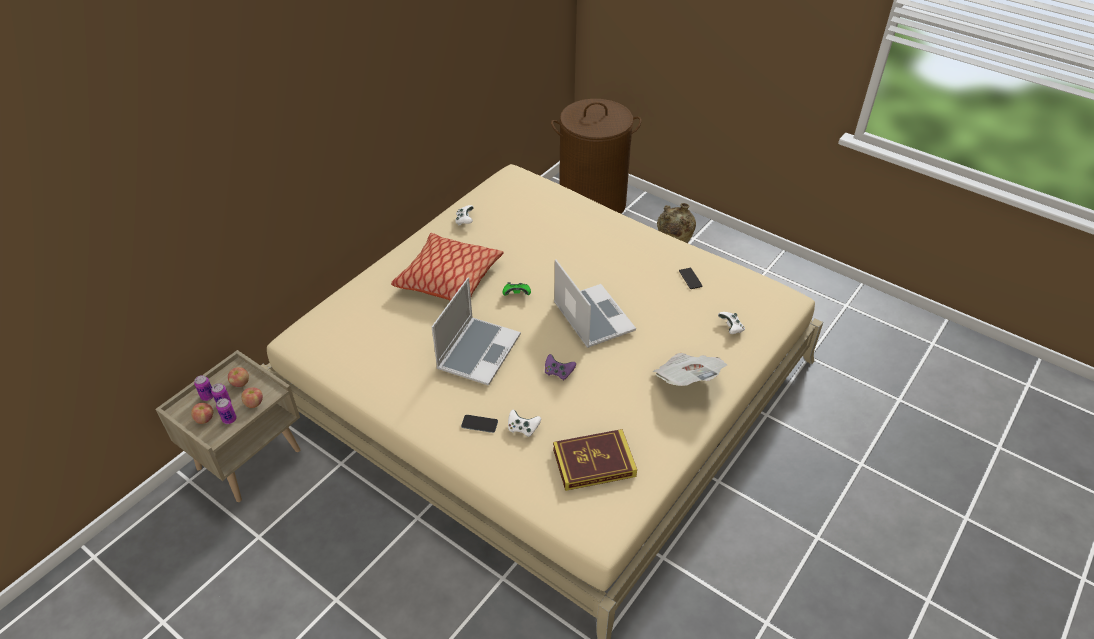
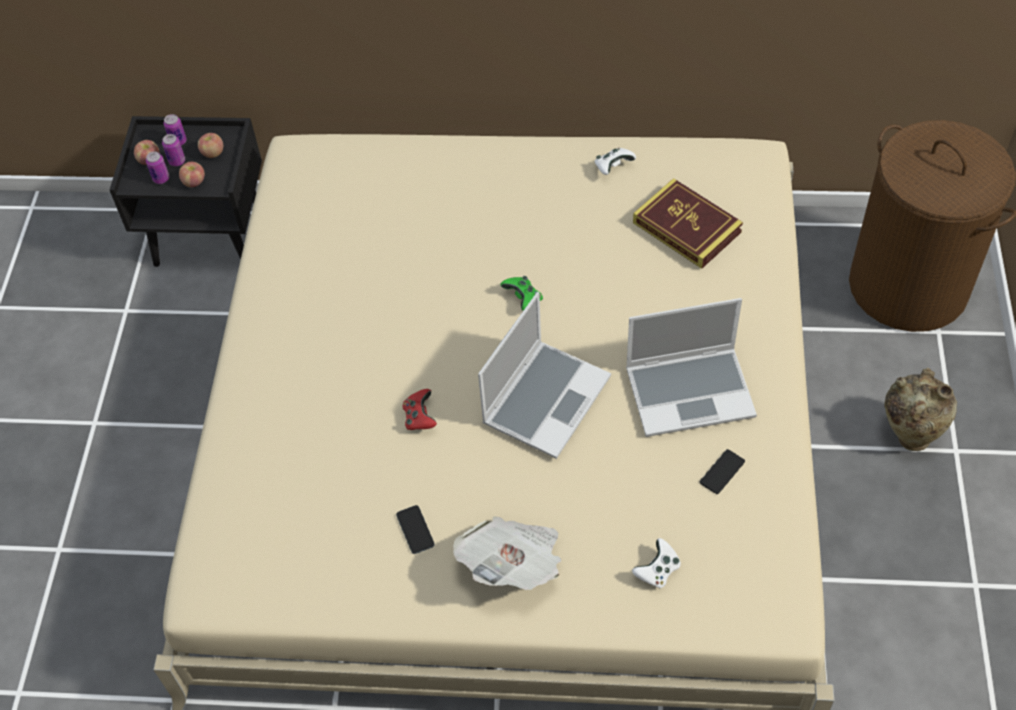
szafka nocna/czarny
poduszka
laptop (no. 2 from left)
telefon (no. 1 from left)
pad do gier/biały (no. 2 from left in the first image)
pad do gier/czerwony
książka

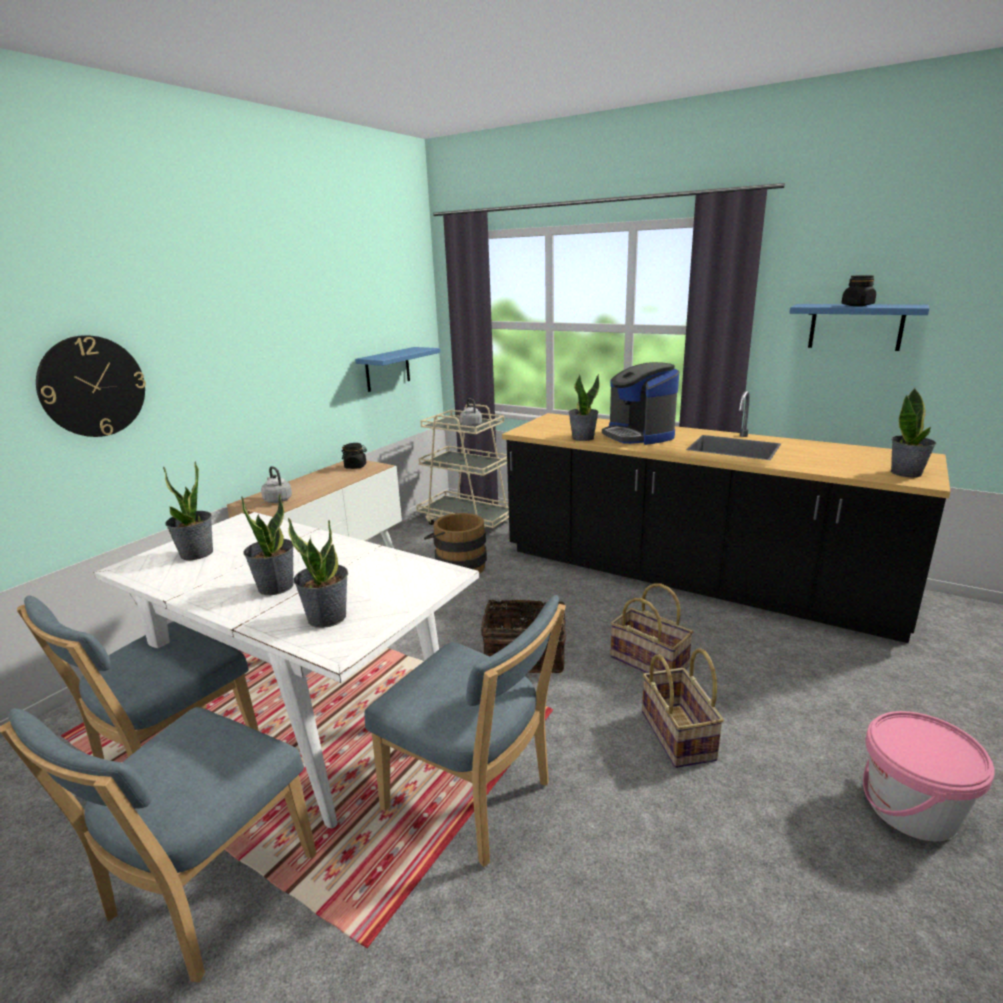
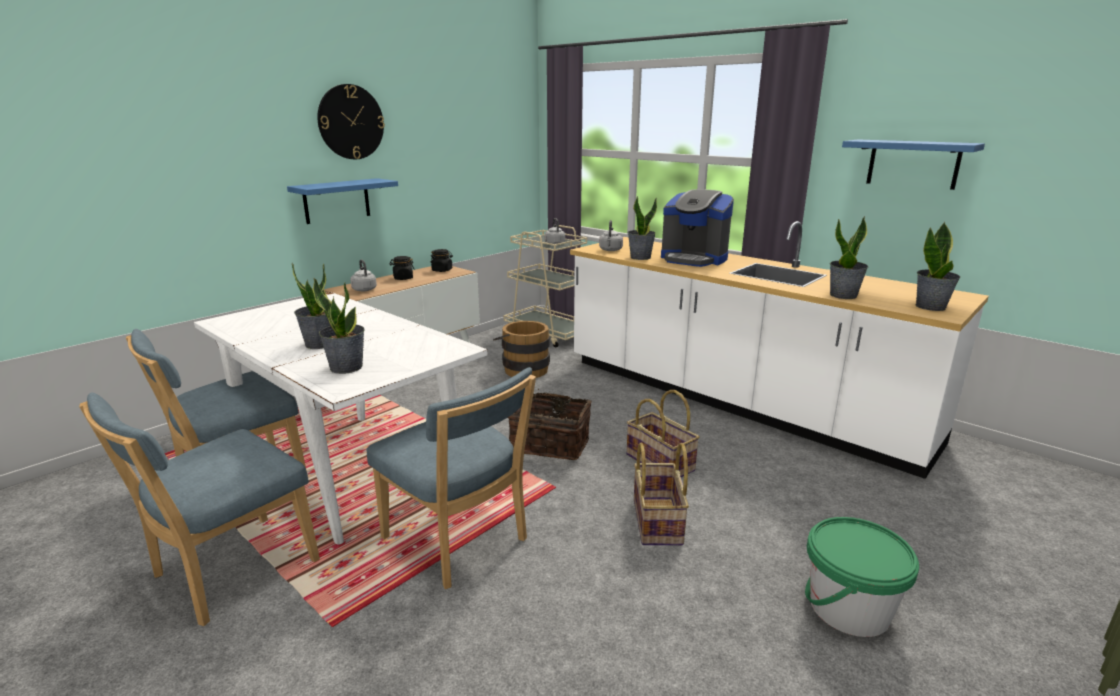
zegar ścienny
roślina doniczkowa (no. 4 from left)
półka/niebieski (no. 1 from left)
zabudowa kuchenna/biały
ekspres do kawy
słoik/czarny (no. 1 from left)
wiadro/zielony
czajnik/szary (no. 3 from left)

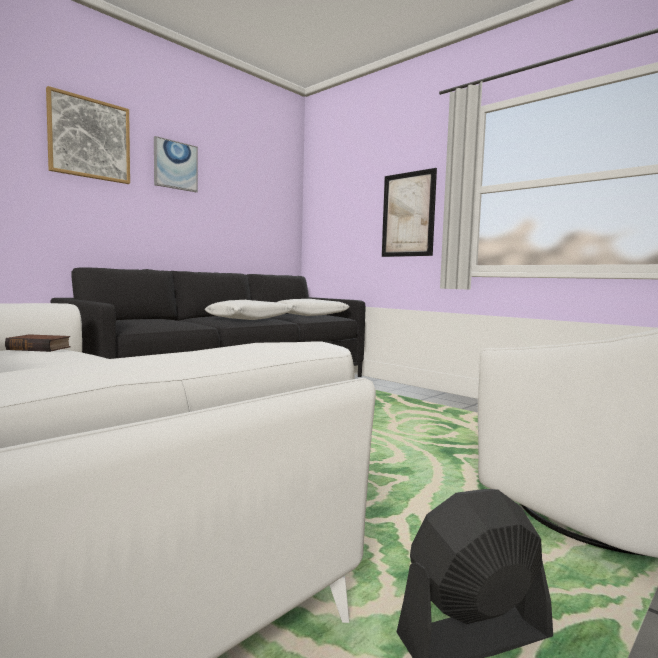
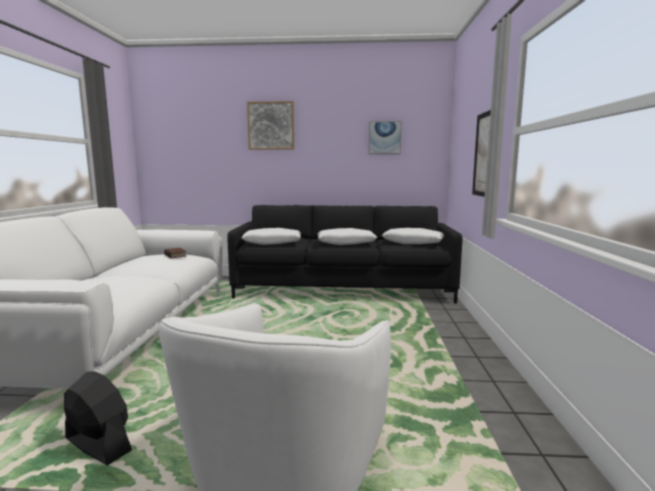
obraz (no. 2 from left)
poduszka/biały (no. 1 from left)

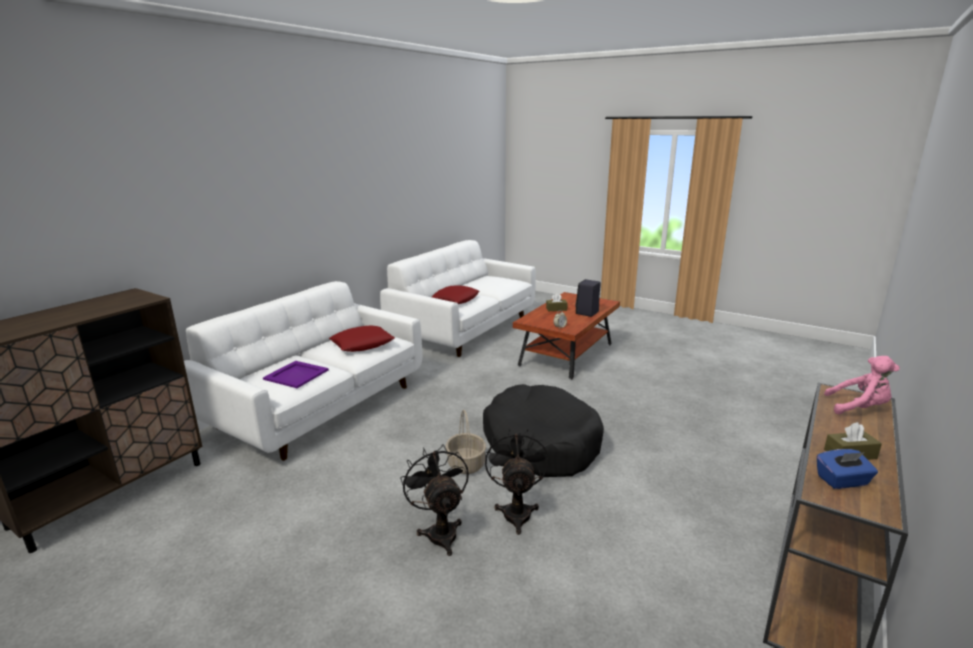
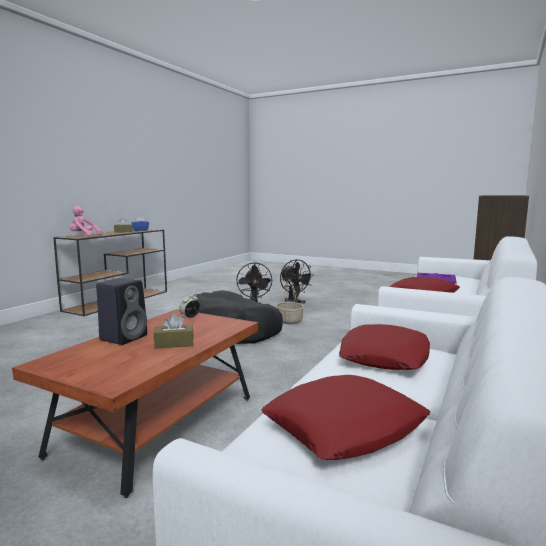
poduszka/czerwony (no. 1 from left)

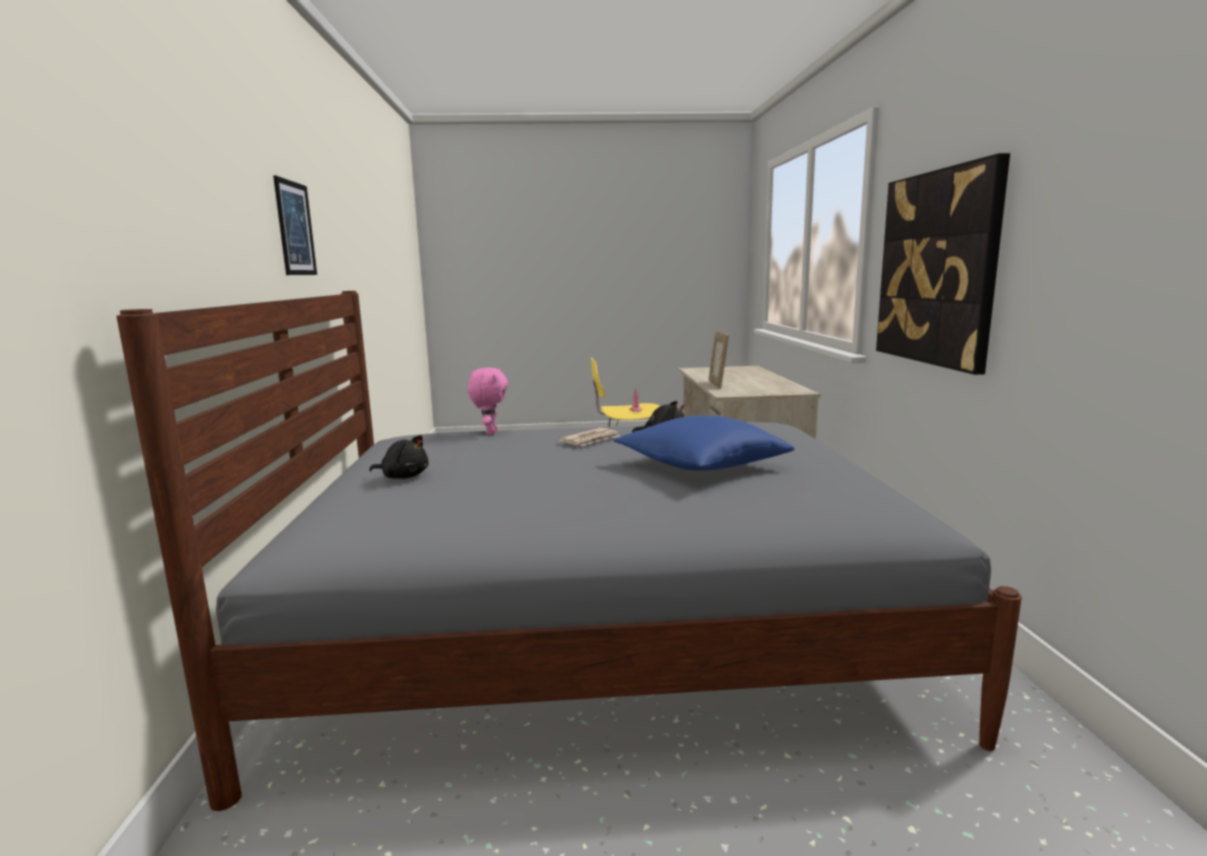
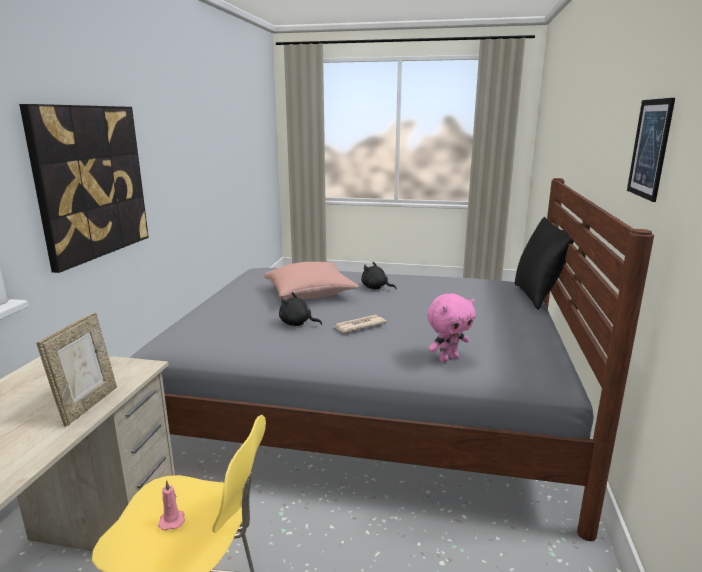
pluszak/czarny (no. 2 from left)
pluszak/różowy
poduszka/różowy
poduszka/czarny

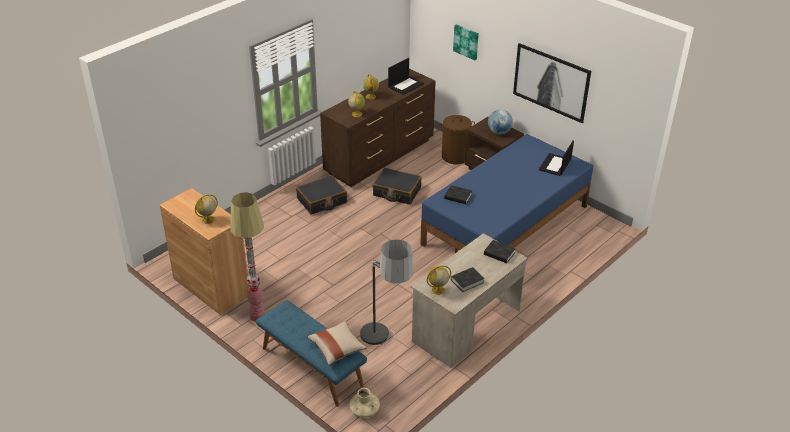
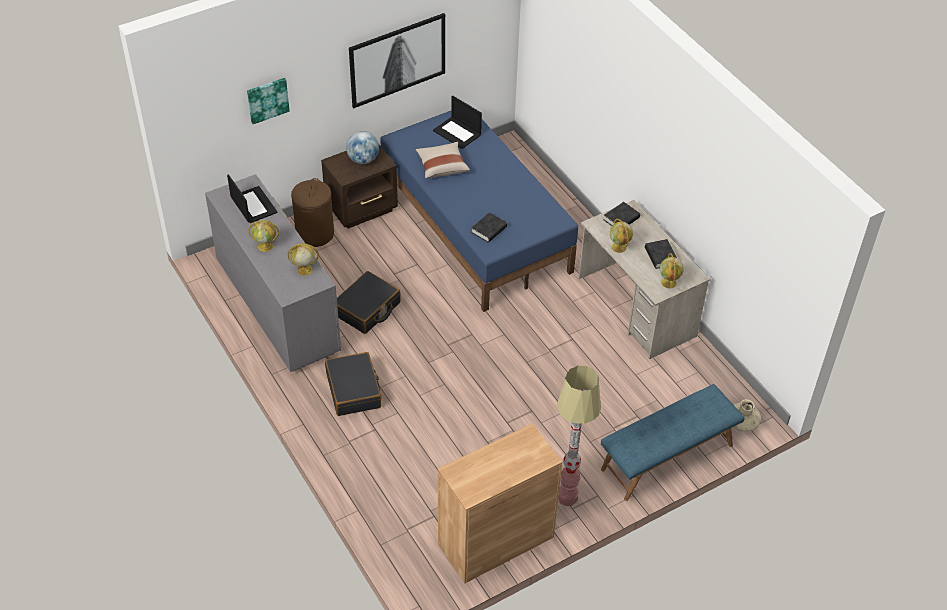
globus (no. 4 from left)
poduszka/beżowy
komoda/szary
lampa stojąca (no. 2 from left in the first image)

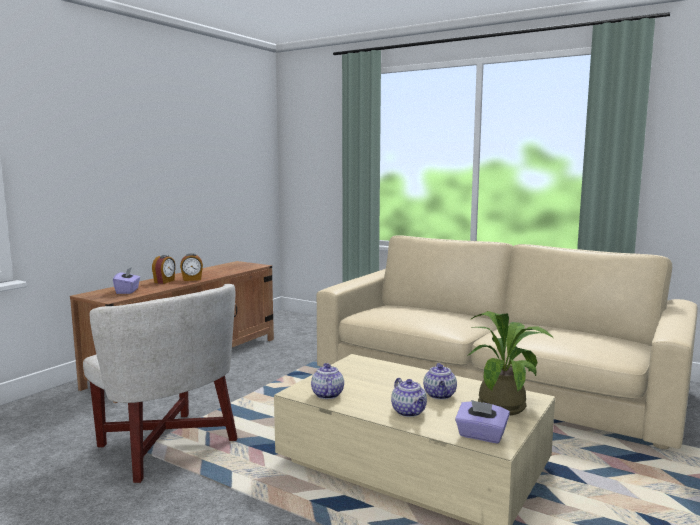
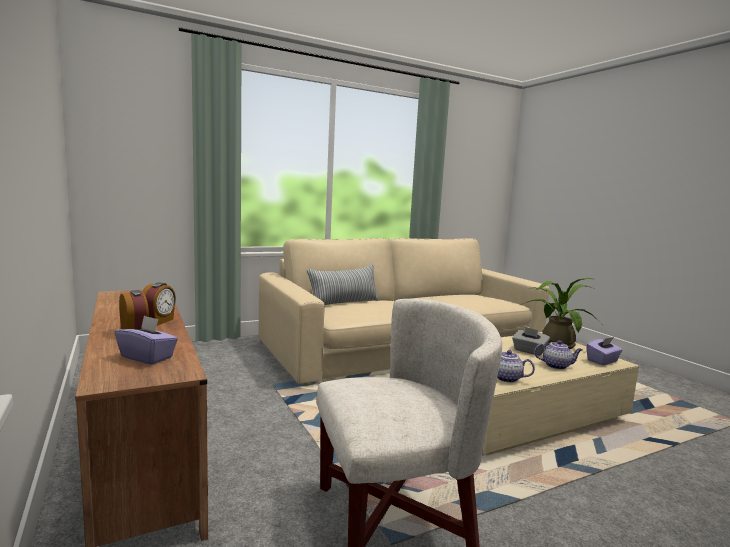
pudełko chusteczek/szary
poduszka

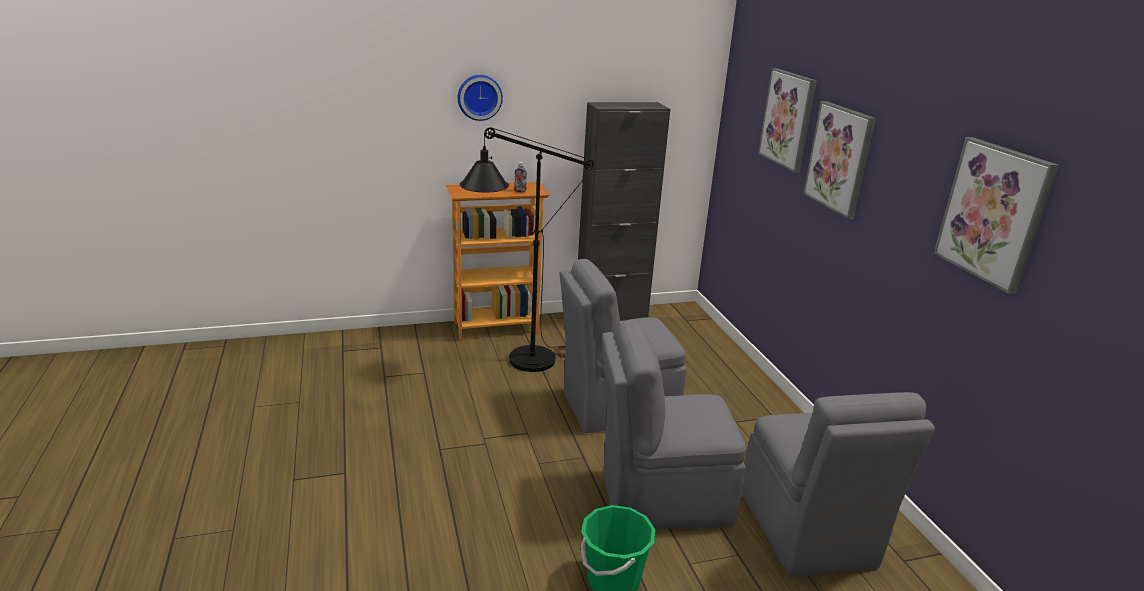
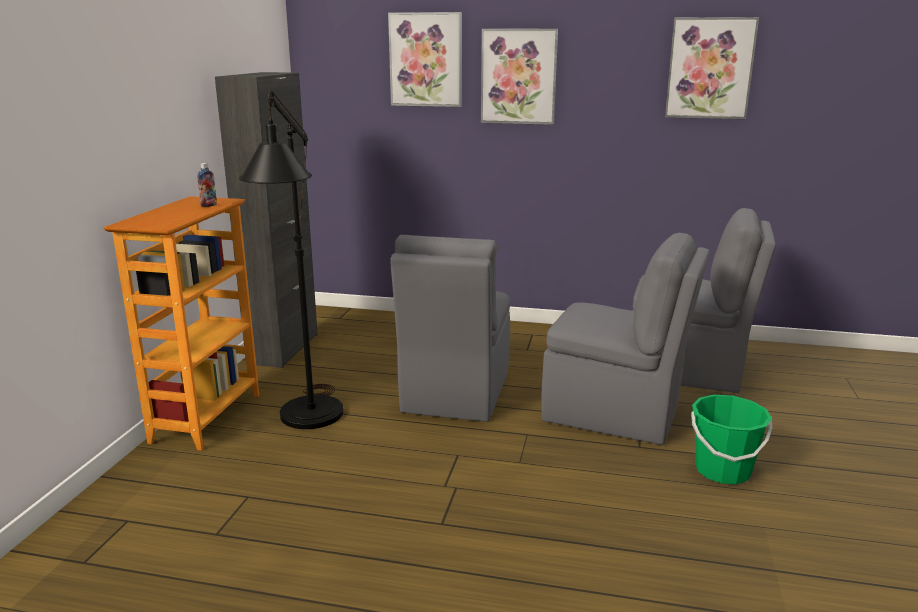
zegar ścienny
krzesło/szary (no. 2 from left)

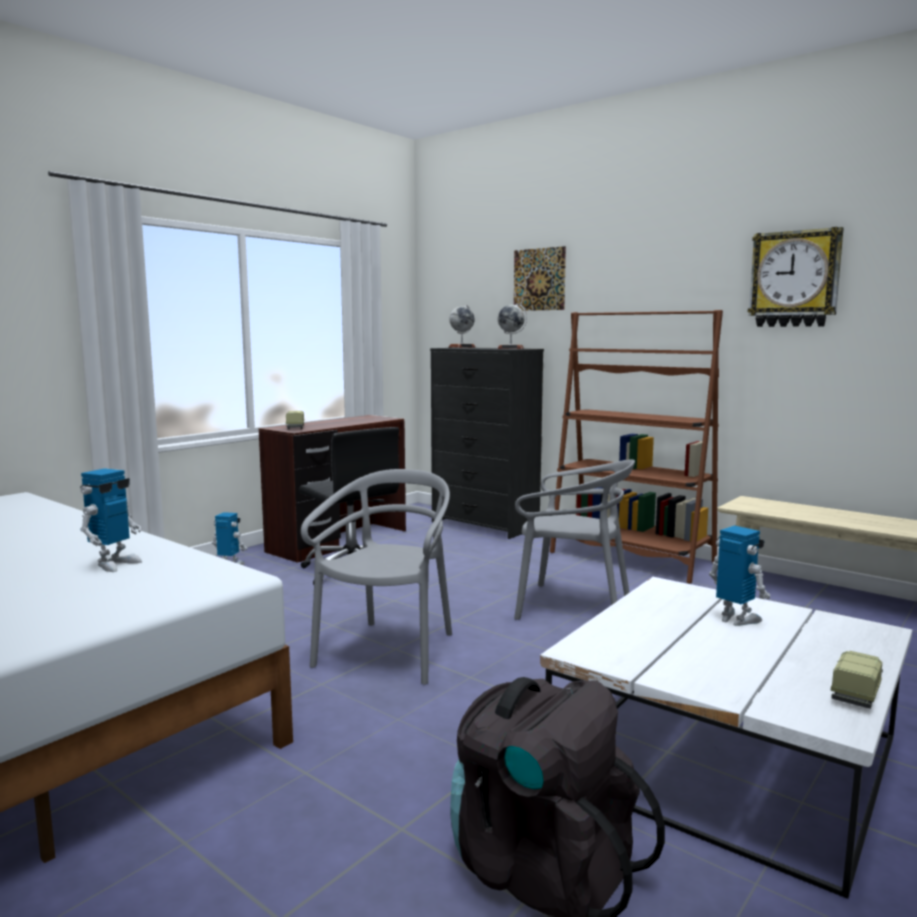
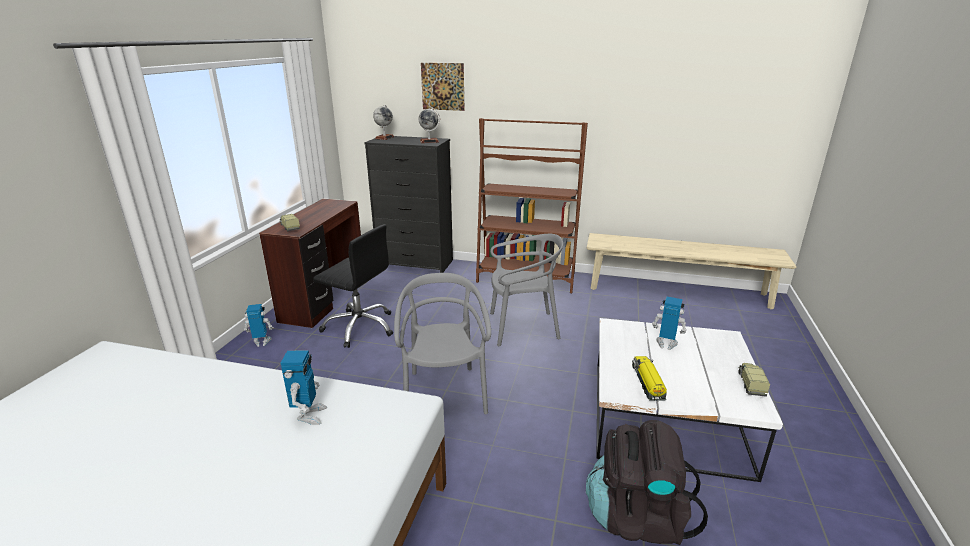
zegar ścienny
ciężarówka zabawkowa (no. 2 from left)

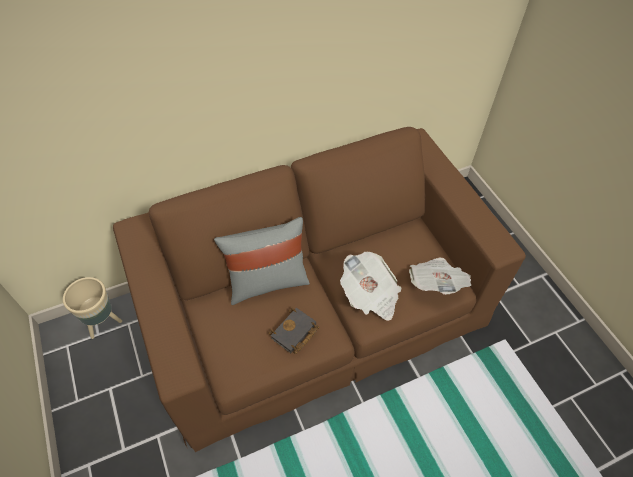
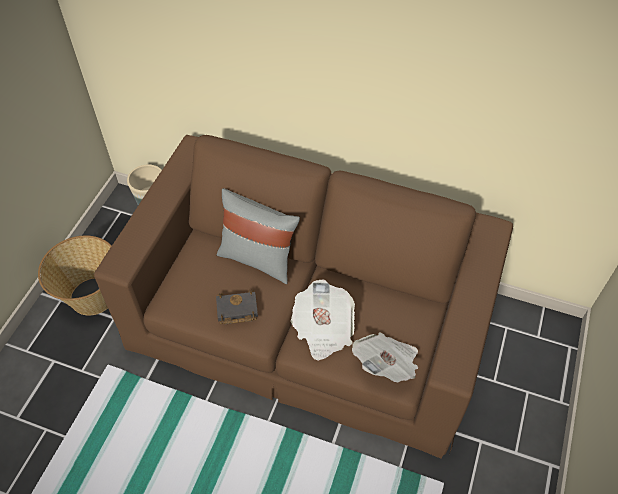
koszyk

